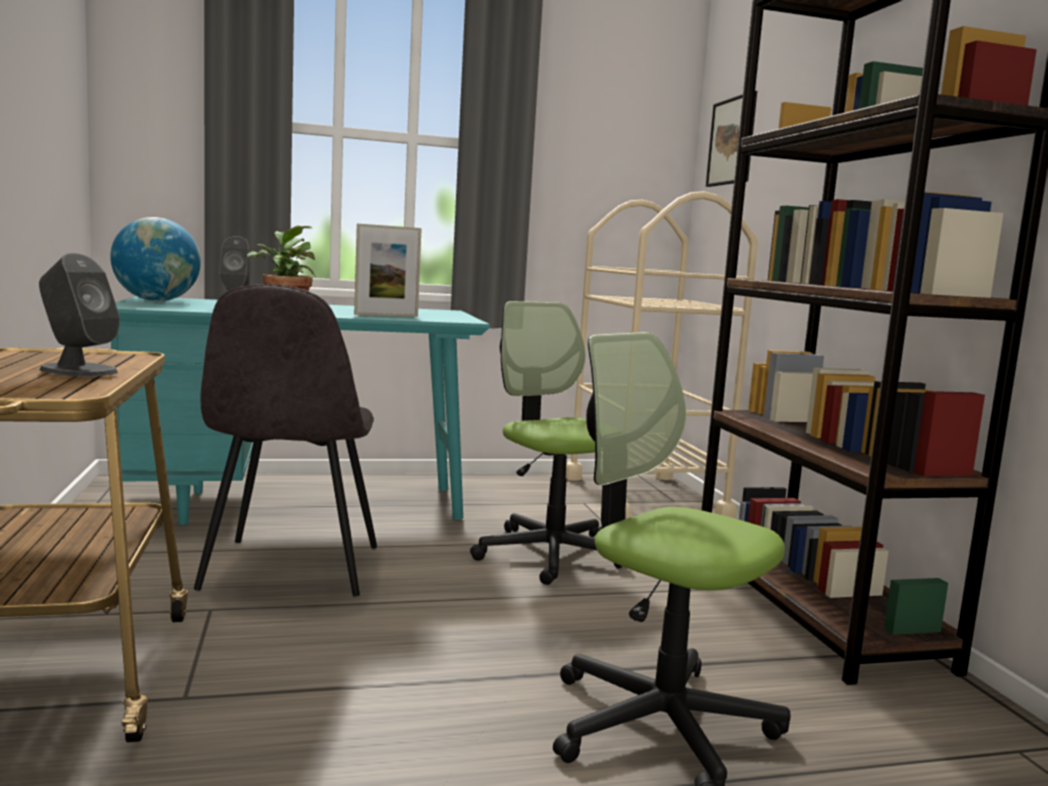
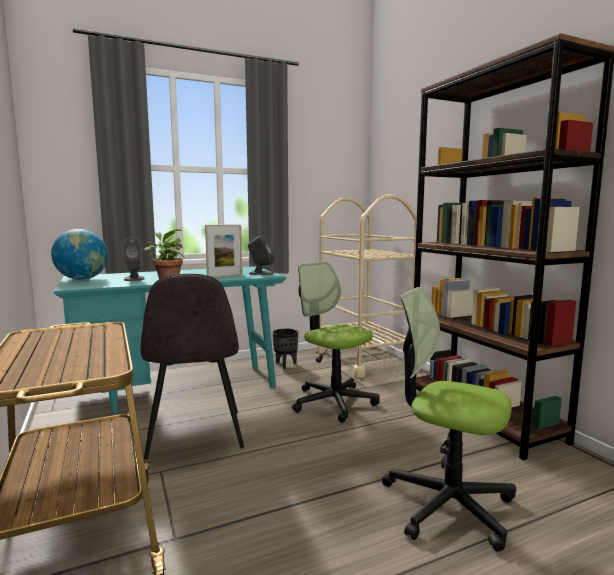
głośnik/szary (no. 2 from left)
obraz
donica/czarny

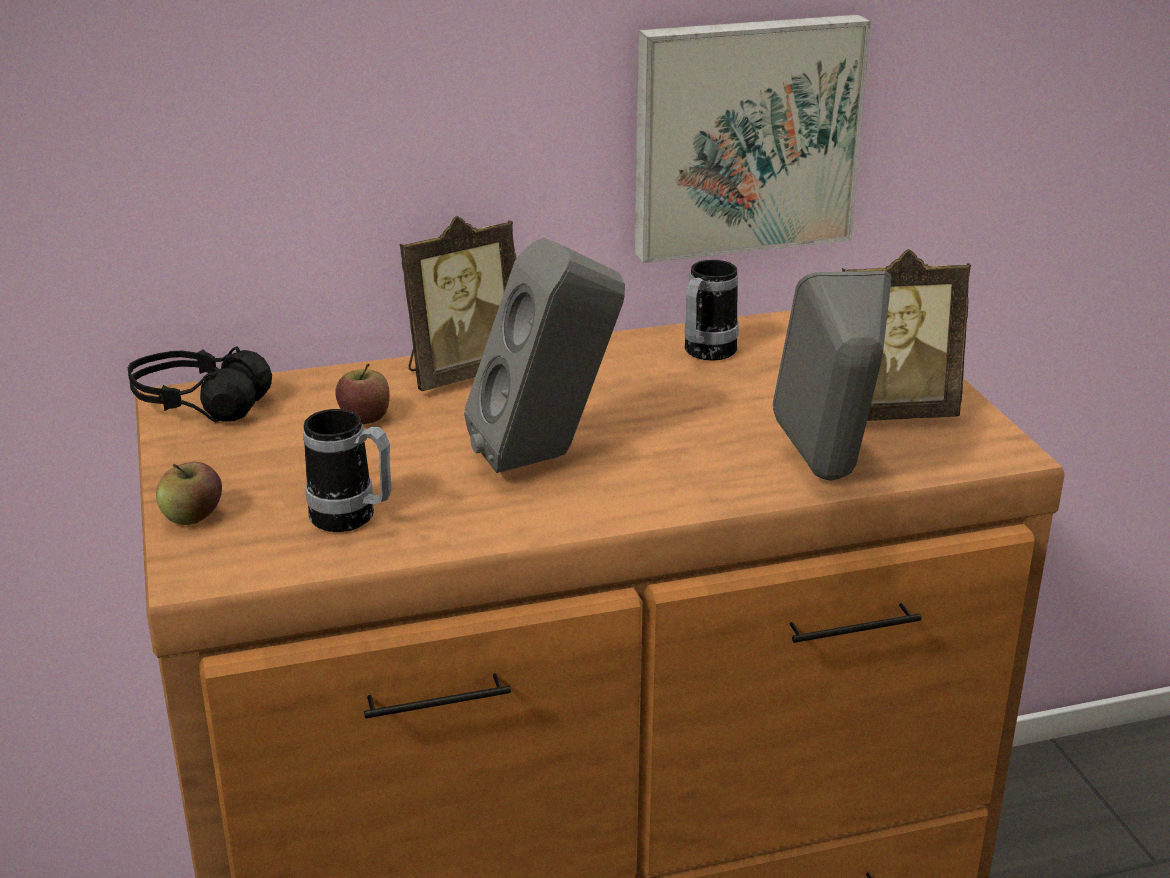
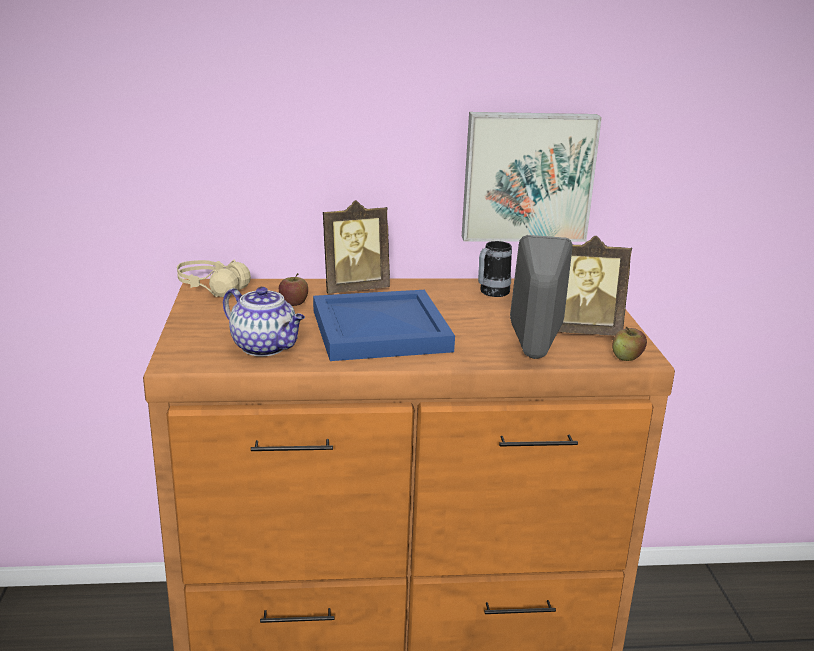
słuchawki/beżowy
jabłko (no. 2 from left)
imbryk
taca/niebieski

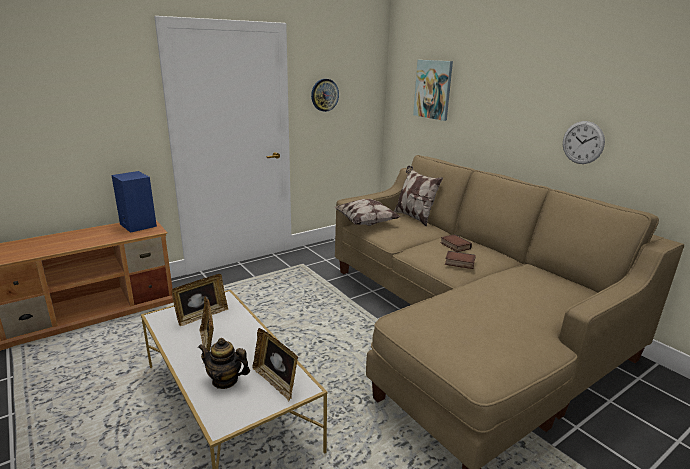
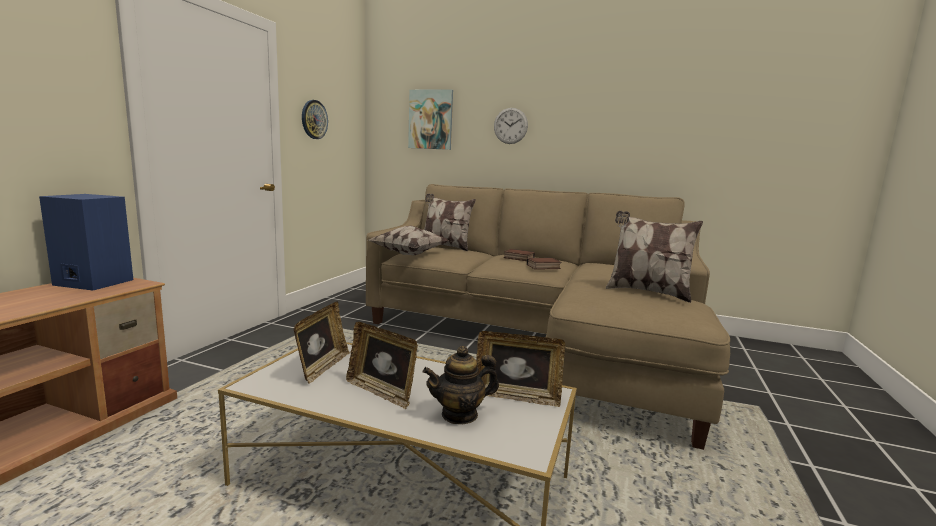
zegar ścienny (no. 2 from left)
poduszka (no. 3 from left)

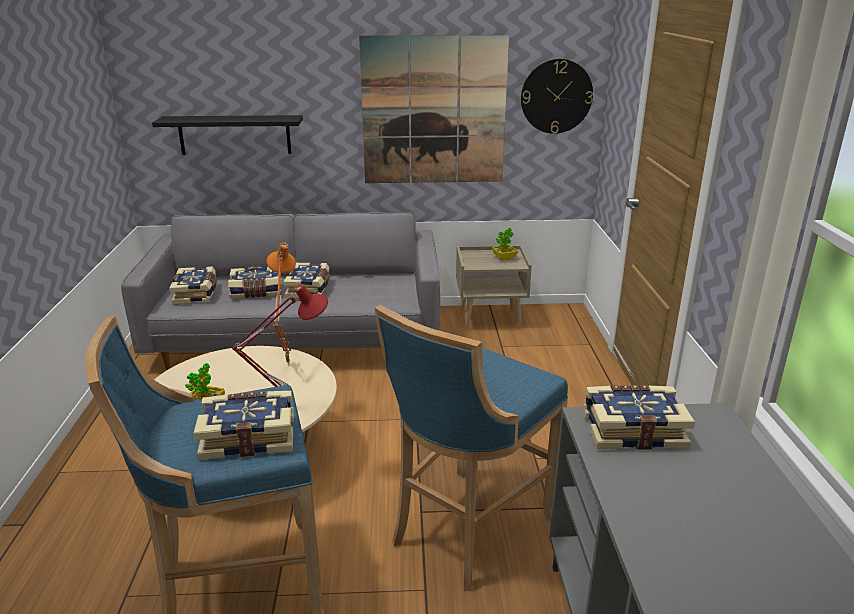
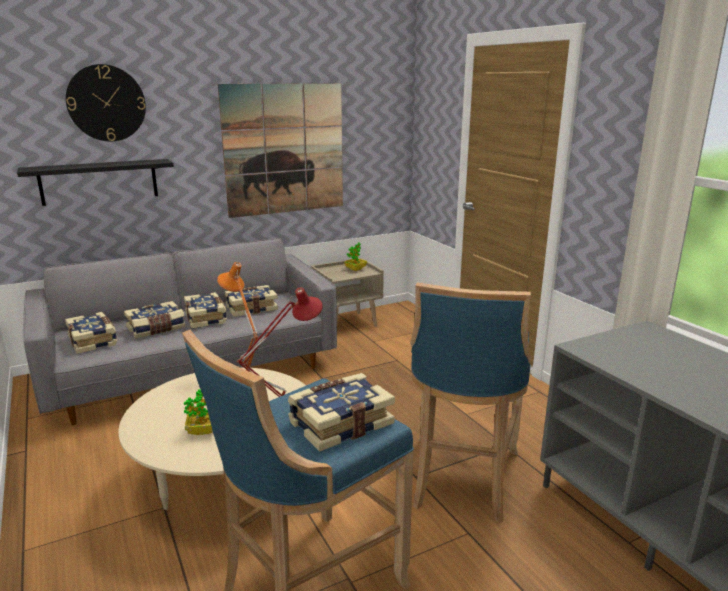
zegar ścienny
książka (no. 4 from left)

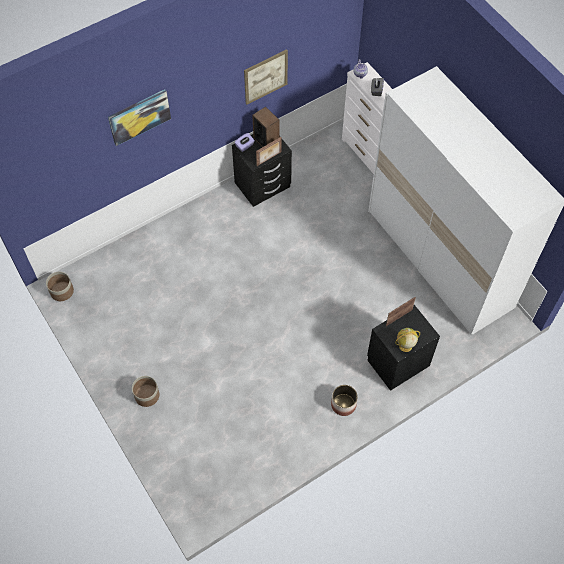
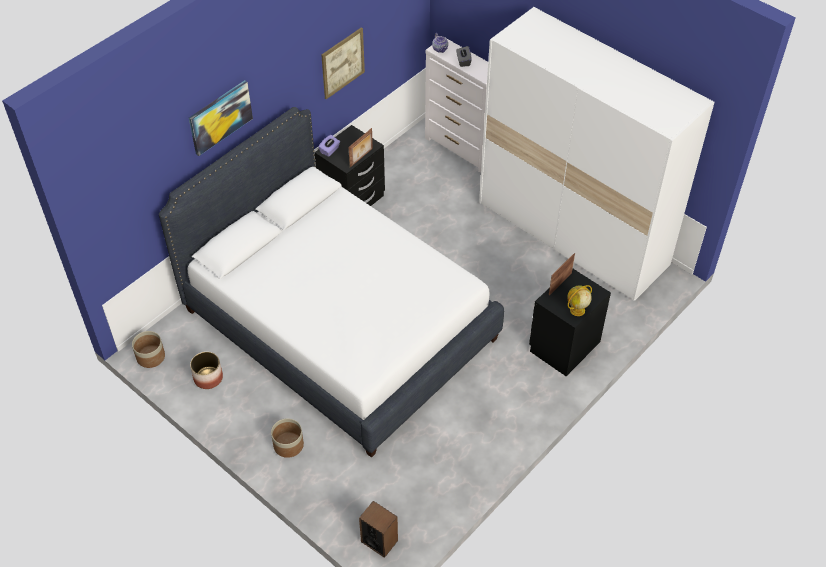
głośnik
donica (no. 2 from left)
łóżko/biały

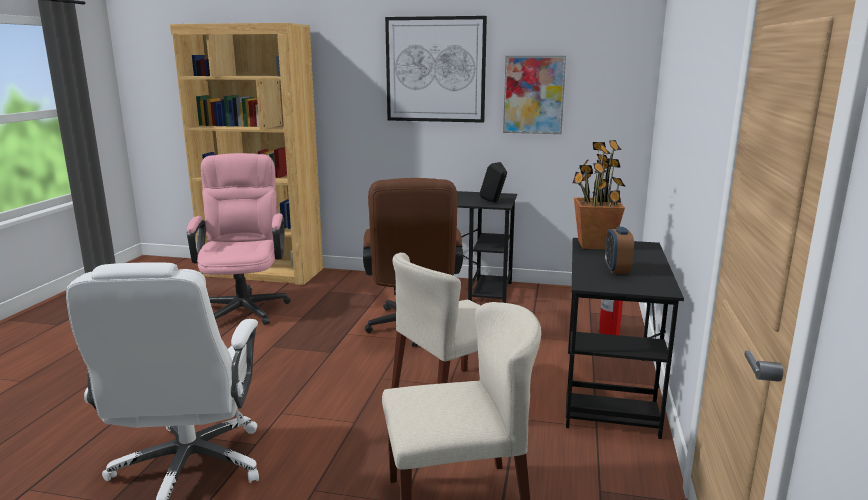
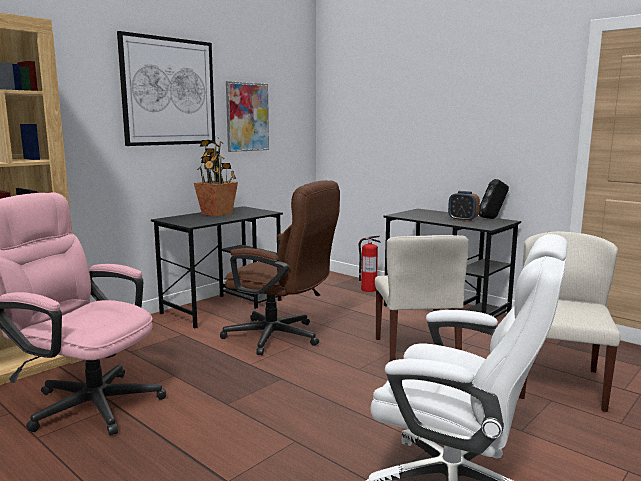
głośnik/czarny
roślina doniczkowa

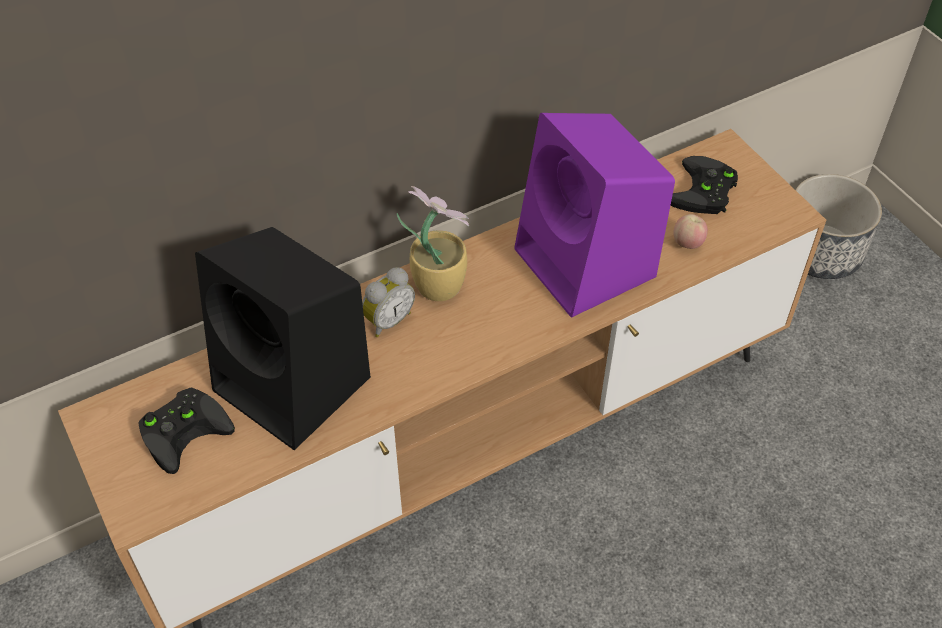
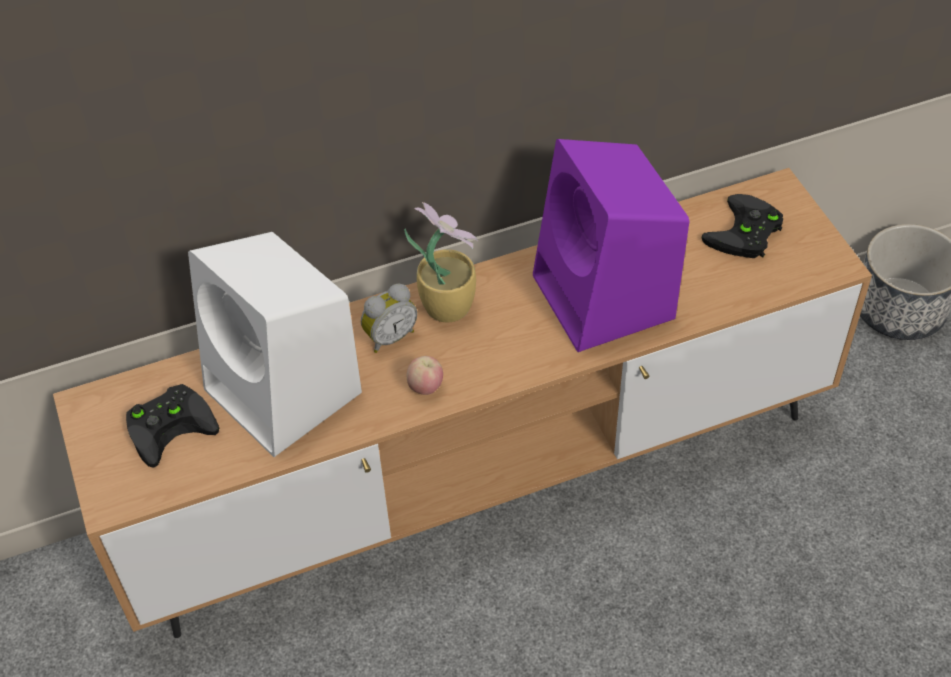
głośnik/biały
jabłko

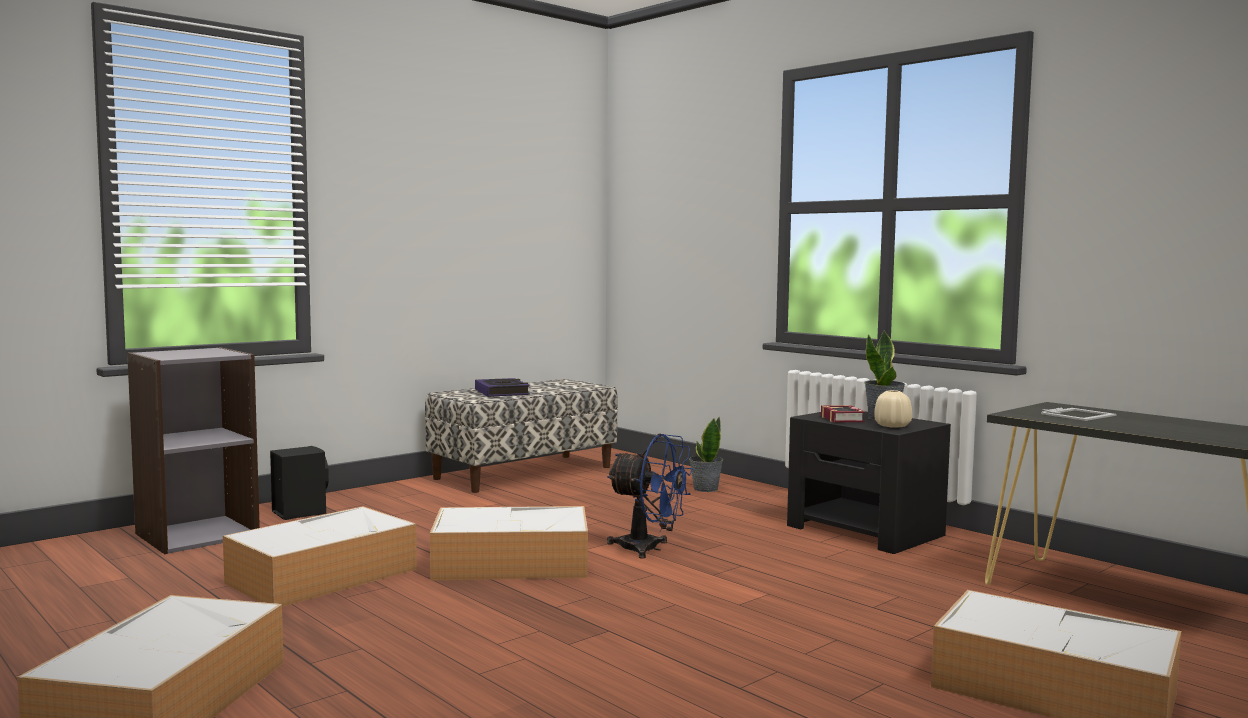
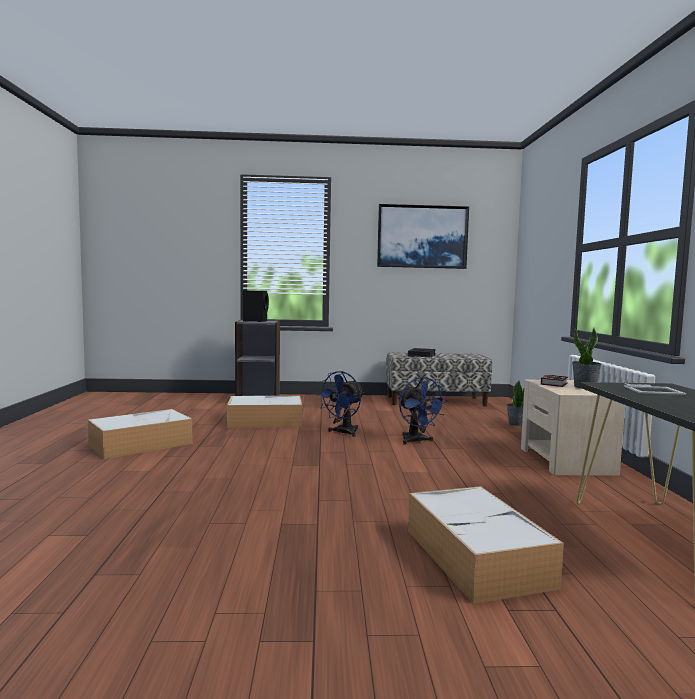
głośnik/czarny
wentylator/niebieski (no. 1 from left)
szafka nocna/beżowy
wazon/beżowy
obraz

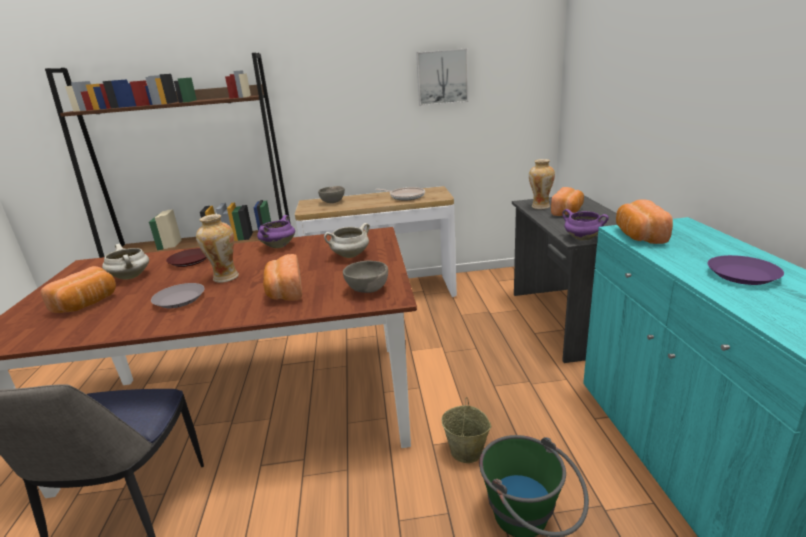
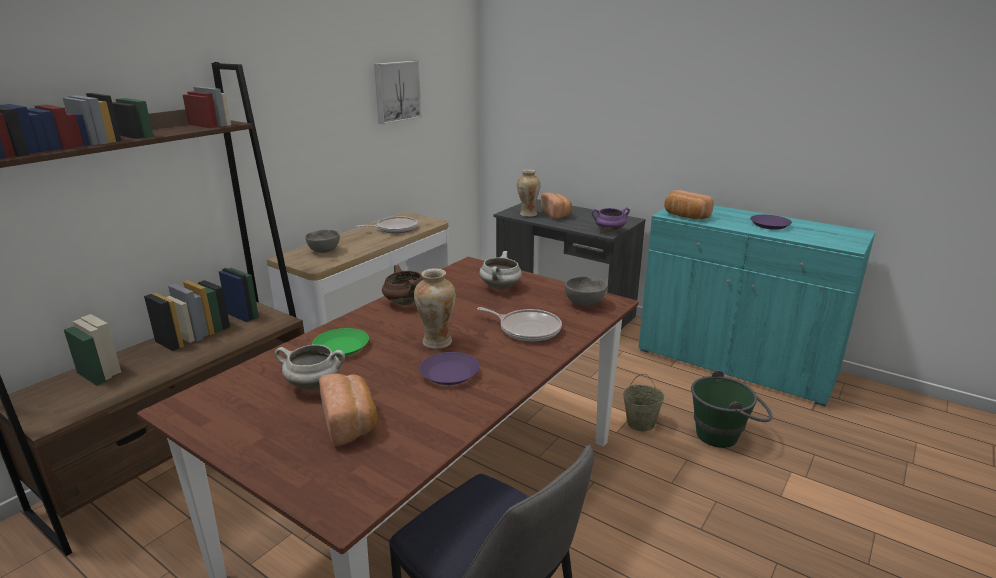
talerz/fioletowy (no. 1 from left)
talerz/zielony
garnek/brązowy
patelnia (no. 2 from left)

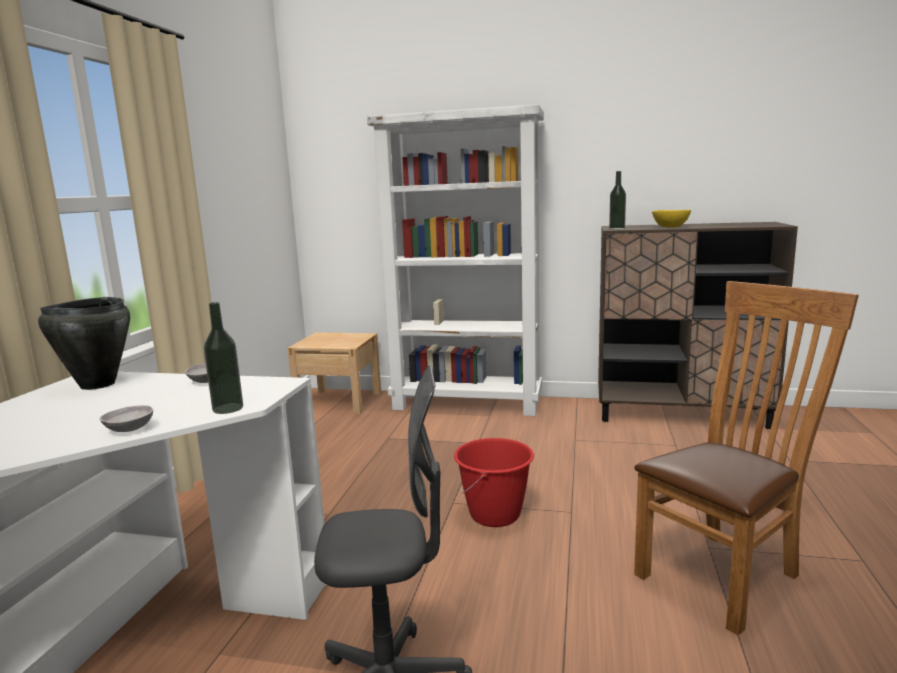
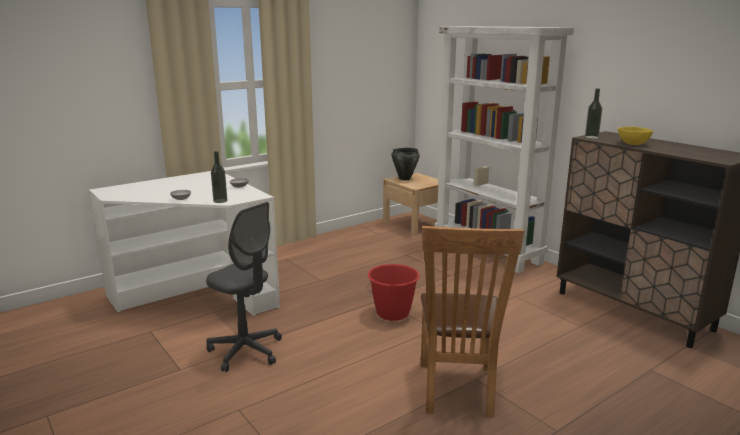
garnek/czarny
krzesło/brązowy

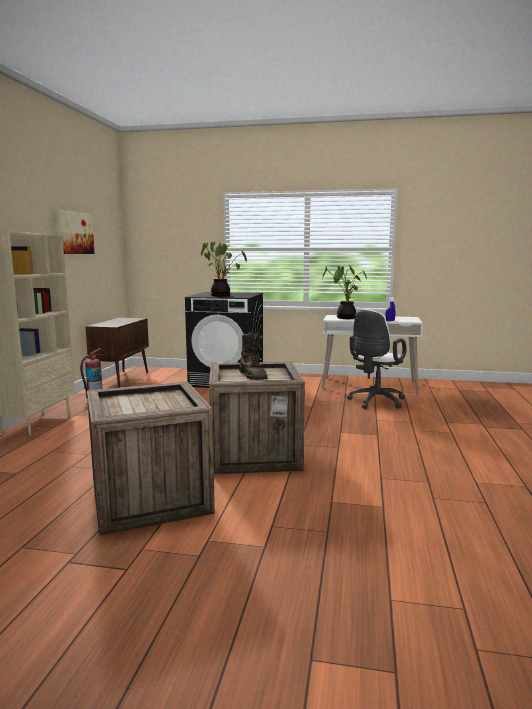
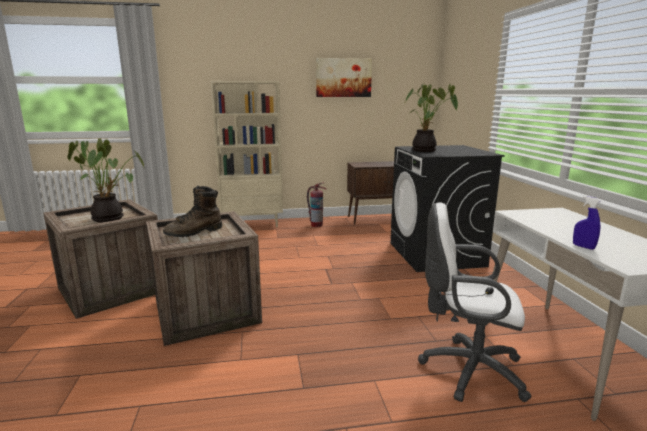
roślina doniczkowa (no. 1 from left)

